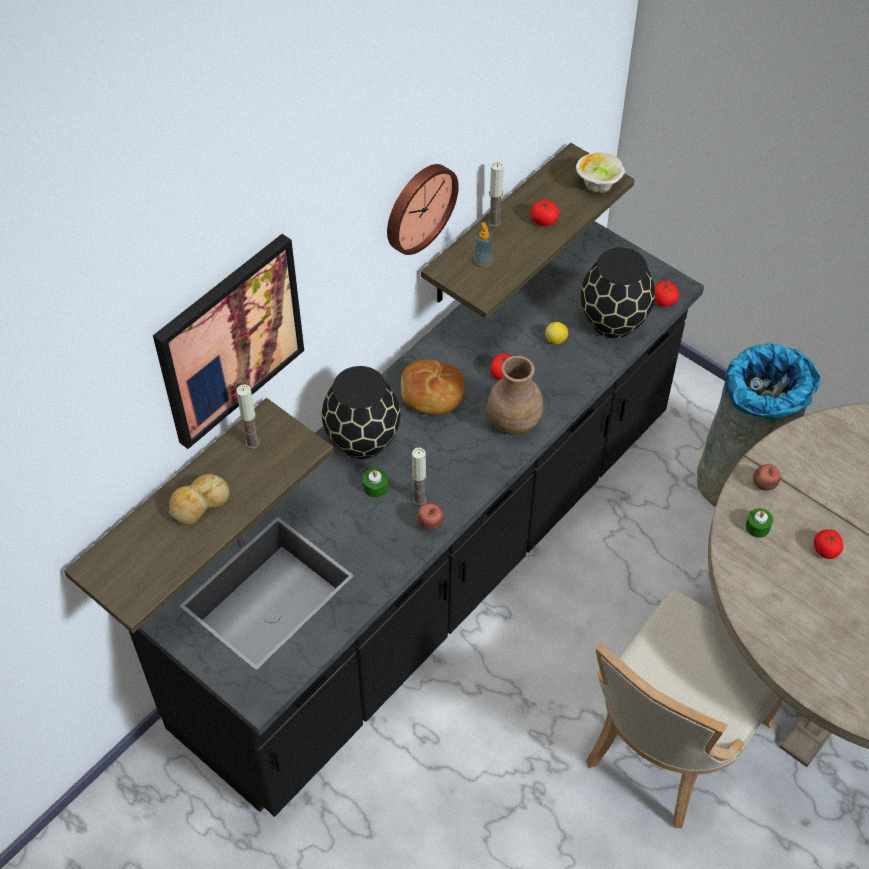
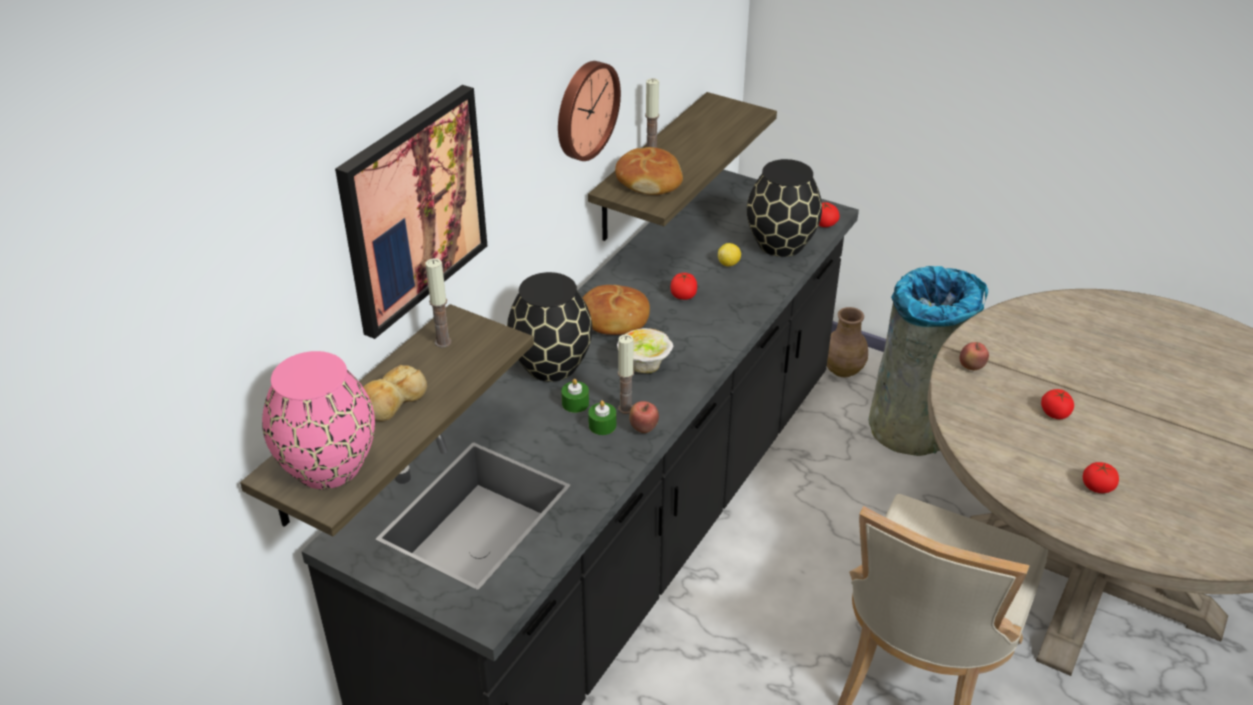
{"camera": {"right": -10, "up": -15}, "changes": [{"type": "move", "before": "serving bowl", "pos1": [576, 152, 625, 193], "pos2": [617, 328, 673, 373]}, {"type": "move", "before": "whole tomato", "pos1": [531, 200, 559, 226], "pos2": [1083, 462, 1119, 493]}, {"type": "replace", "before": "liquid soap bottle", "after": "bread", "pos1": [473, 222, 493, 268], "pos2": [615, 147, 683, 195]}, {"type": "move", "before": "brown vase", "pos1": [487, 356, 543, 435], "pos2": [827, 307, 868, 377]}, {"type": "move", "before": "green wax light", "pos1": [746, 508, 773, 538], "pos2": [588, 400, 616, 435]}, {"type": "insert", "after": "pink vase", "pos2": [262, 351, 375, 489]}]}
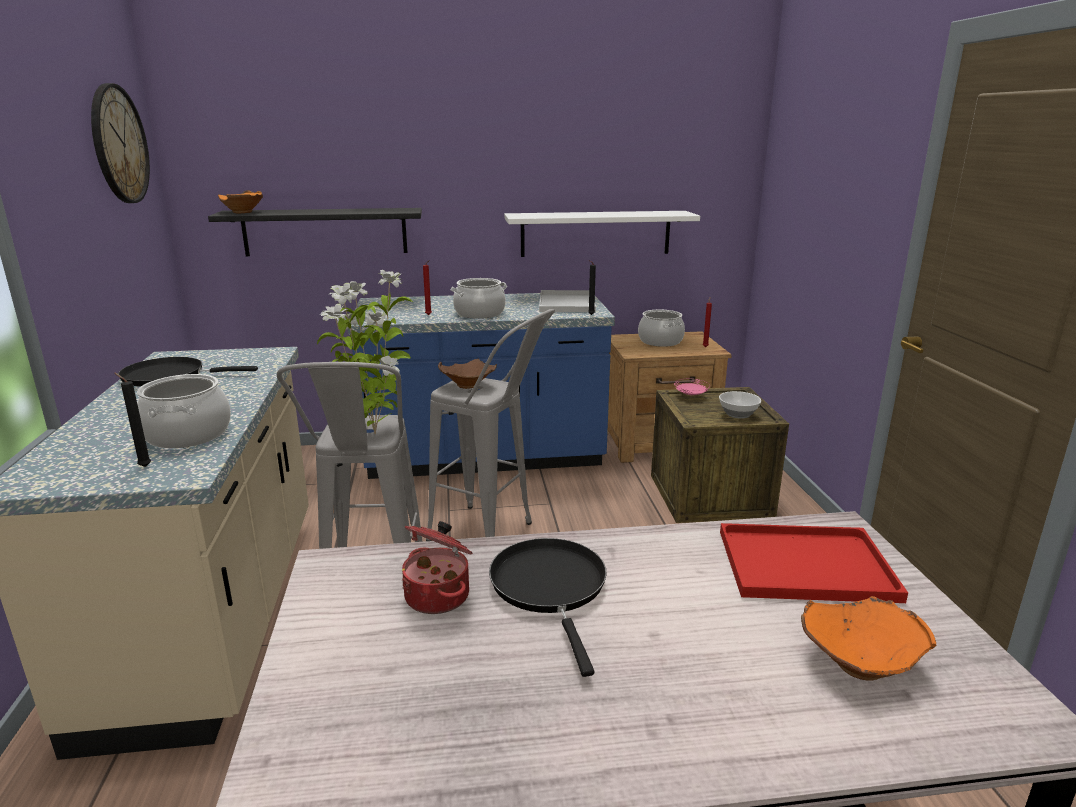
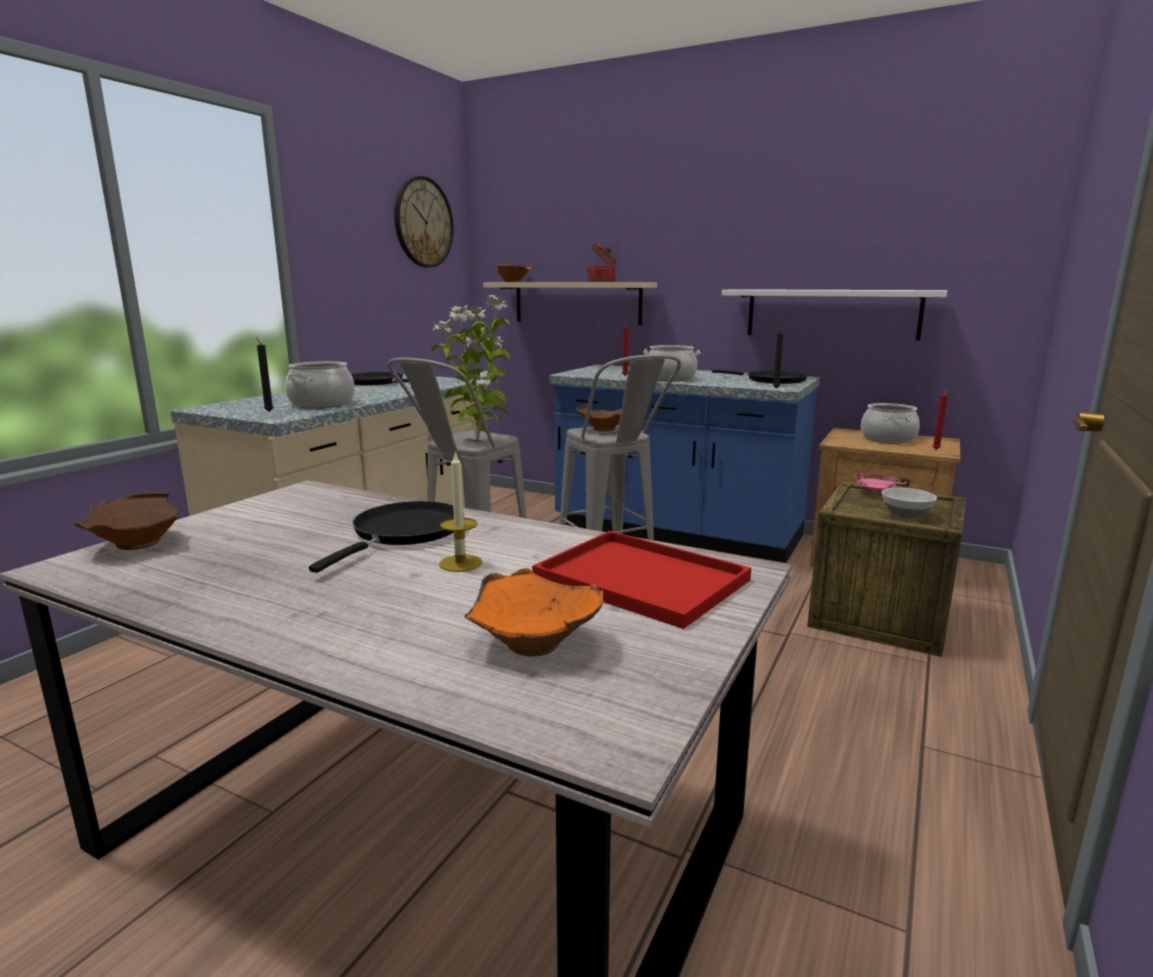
{"camera": {"right": 35, "up": -5}, "changes": [{"type": "recolor", "before": "black bracket shelf", "after": "beige-coloured bracket shelf", "pos1": [208, 208, 422, 256], "pos2": [483, 283, 657, 325]}, {"type": "replace", "before": "whitish tray", "after": "black frying pan", "pos1": [539, 290, 596, 312], "pos2": [712, 369, 808, 384]}, {"type": "move", "before": "saucepot", "pos1": [402, 521, 473, 614], "pos2": [587, 244, 616, 282]}, {"type": "insert", "after": "wax light", "pos2": [439, 451, 482, 572]}, {"type": "insert", "after": "brown serving bowl", "pos2": [74, 492, 180, 550]}]}
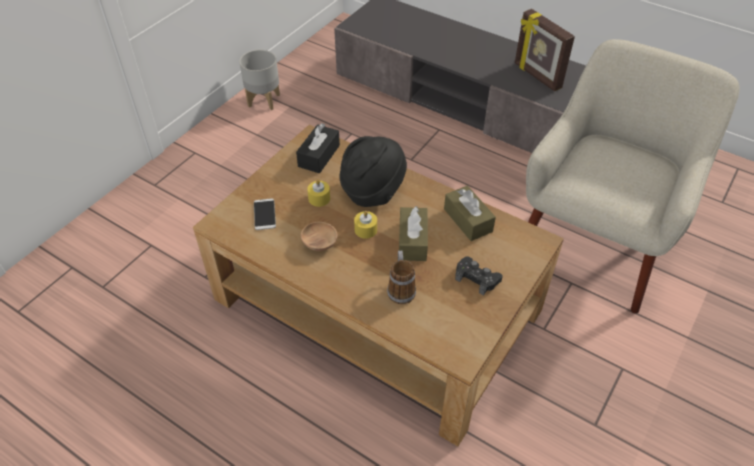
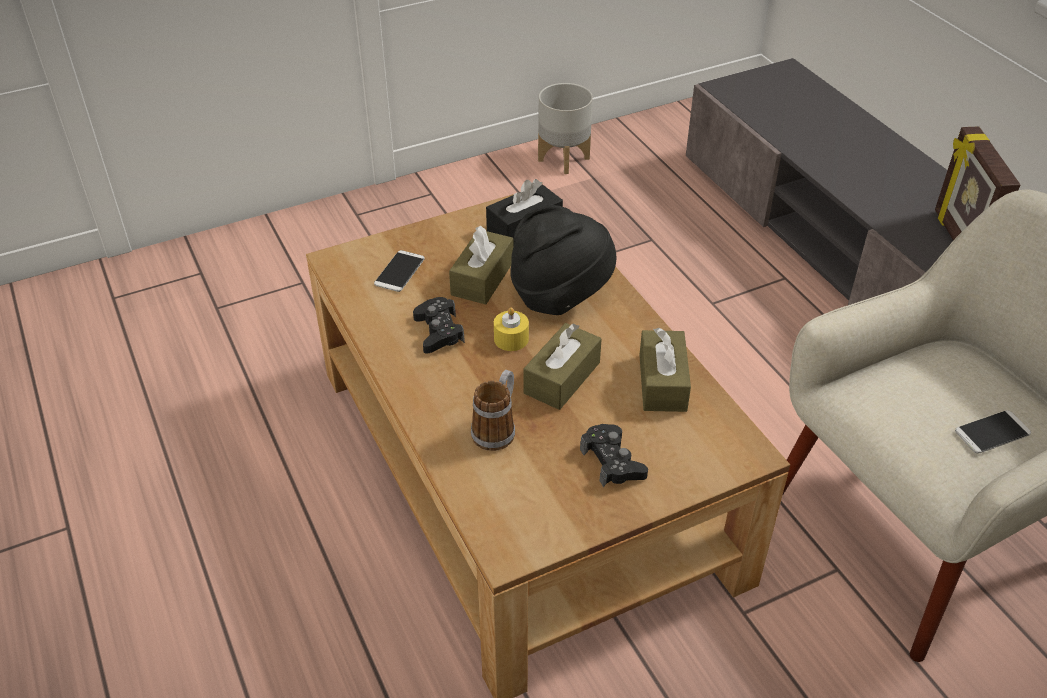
{"camera": {"right": 30, "up": -5}, "changes": [{"type": "replace", "before": "yellow-coloured wax light", "after": "brown tissue box", "pos1": [307, 179, 330, 207], "pos2": [449, 226, 513, 304]}, {"type": "replace", "before": "brown serving bowl", "after": "black gamepad", "pos1": [301, 222, 338, 251], "pos2": [413, 297, 465, 354]}, {"type": "insert", "after": "telephone", "pos2": [955, 410, 1031, 454]}]}
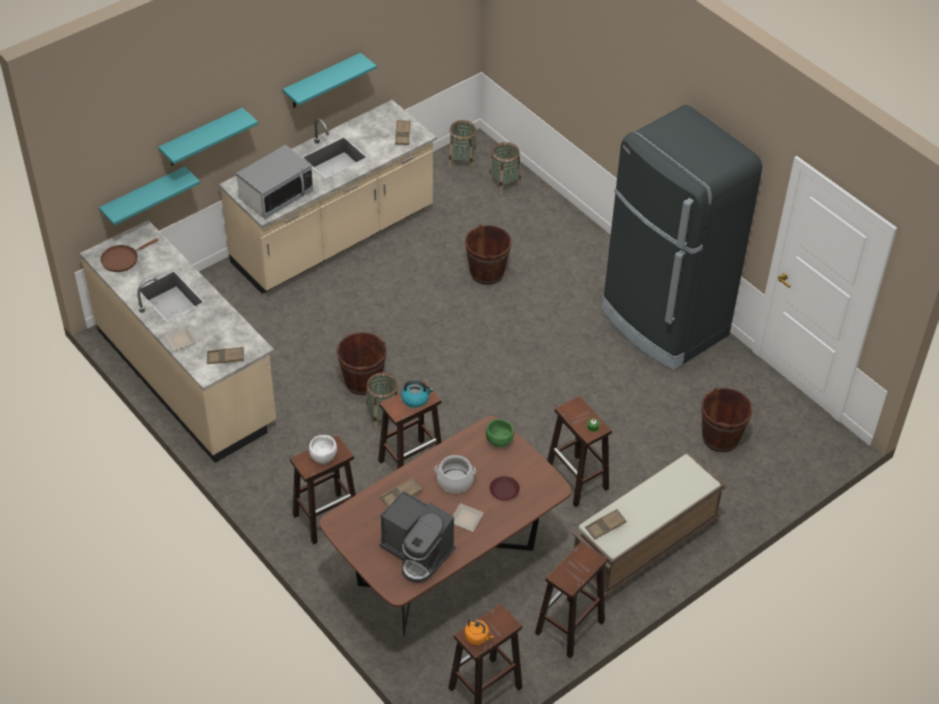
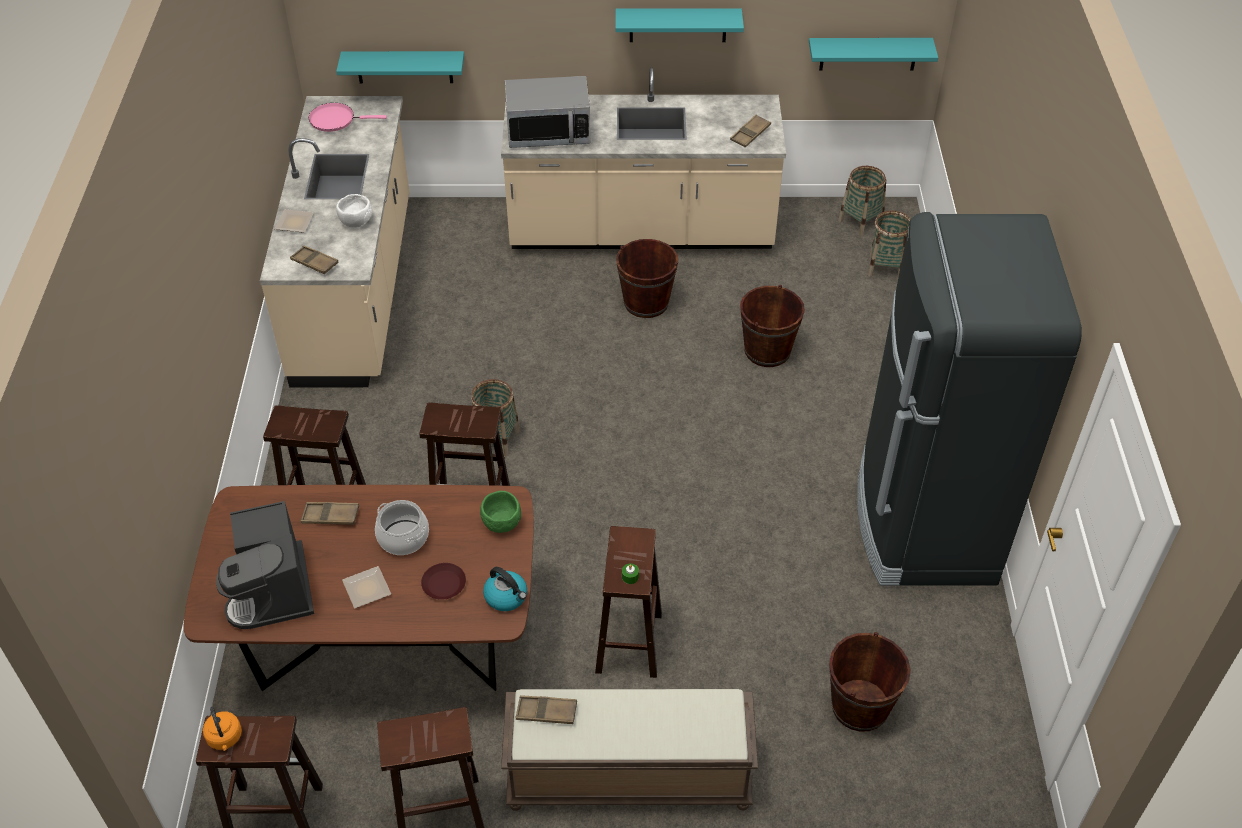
{"camera": {"right": 40, "up": 0}, "changes": [{"type": "move", "before": "blue-green bracket shelf", "pos1": [158, 107, 258, 165], "pos2": [809, 38, 938, 70]}, {"type": "recolor", "before": "brown frying pan", "after": "pink frying pan", "pos1": [101, 238, 159, 272], "pos2": [309, 103, 387, 132]}, {"type": "move", "before": "brown pail", "pos1": [337, 332, 387, 395], "pos2": [616, 239, 678, 318]}, {"type": "move", "before": "kettle", "pos1": [401, 380, 433, 408], "pos2": [483, 567, 527, 611]}, {"type": "move", "before": "whitish serving bowl", "pos1": [309, 435, 337, 464], "pos2": [336, 194, 372, 228]}]}
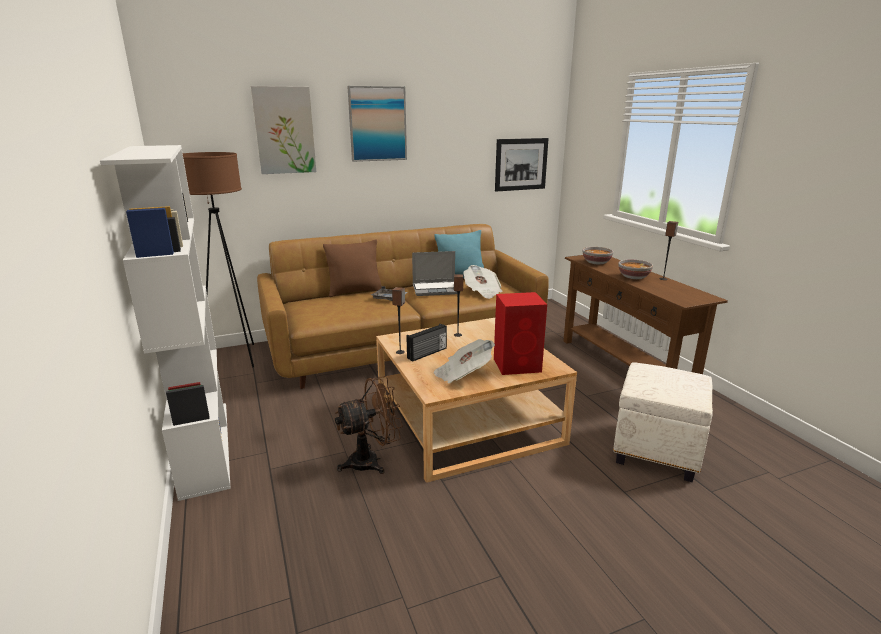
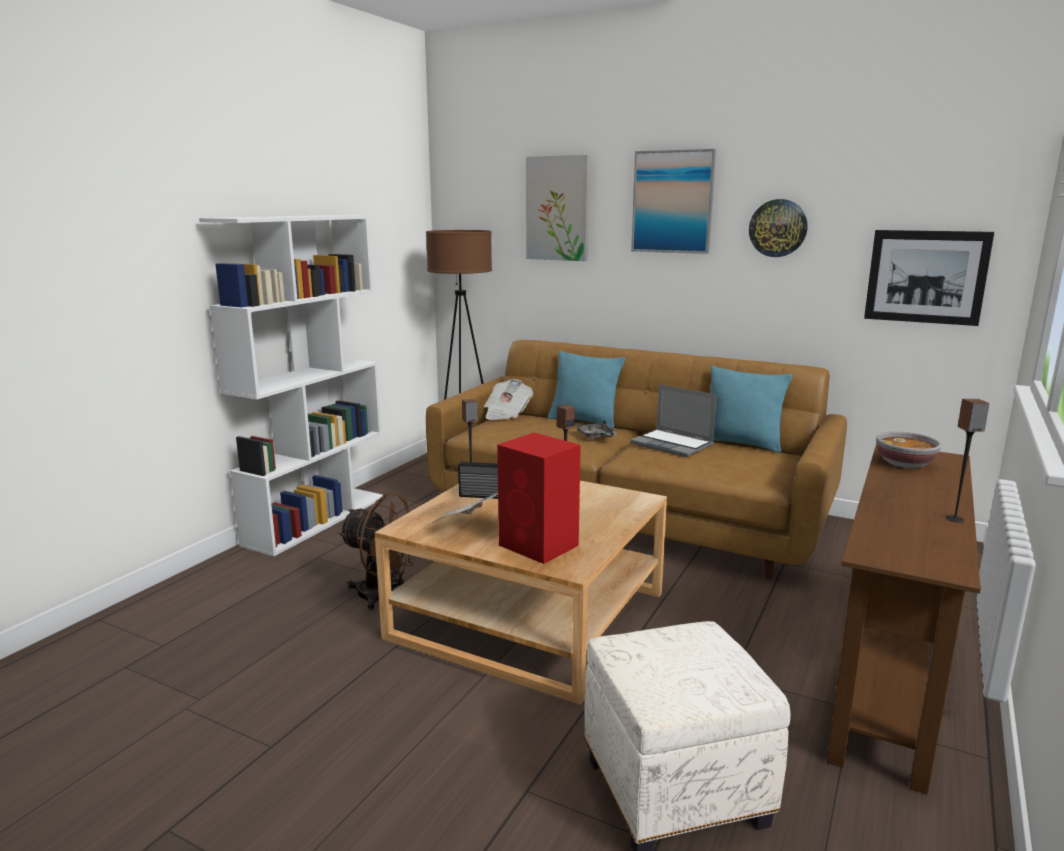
{"camera": {"right": 50, "up": -5}, "changes": [{"type": "recolor", "before": "brown cushion", "after": "blue-green cushion", "pos1": [323, 240, 382, 297], "pos2": [548, 351, 625, 429]}, {"type": "delete", "before": "serving bowl", "pos1": [618, 259, 653, 279]}, {"type": "move", "before": "newspaper", "pos1": [463, 265, 502, 299], "pos2": [483, 379, 533, 420]}, {"type": "insert", "after": "clock on the wall", "pos2": [749, 199, 807, 257]}]}
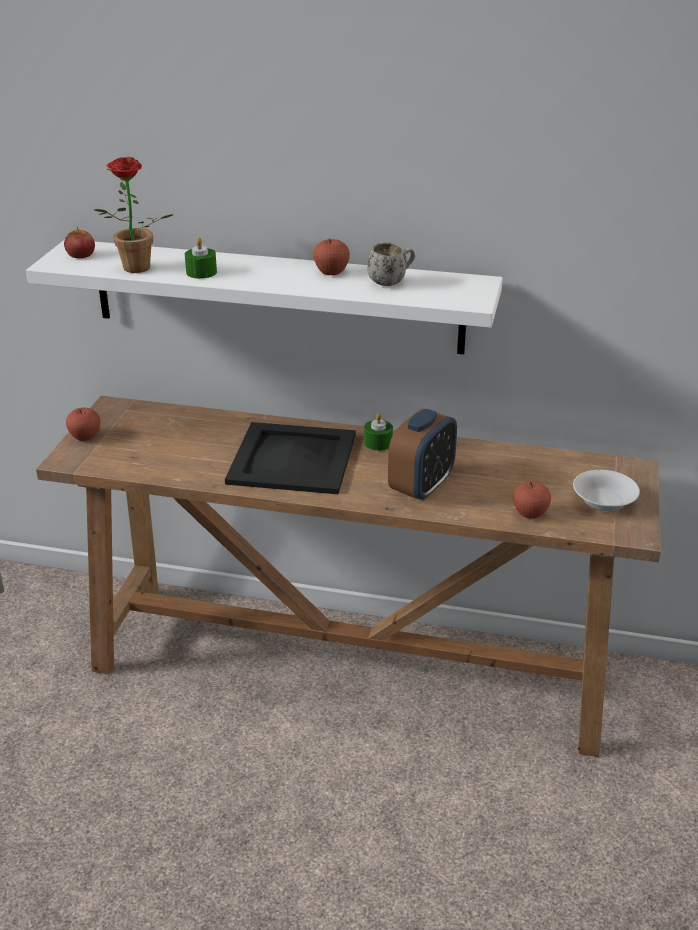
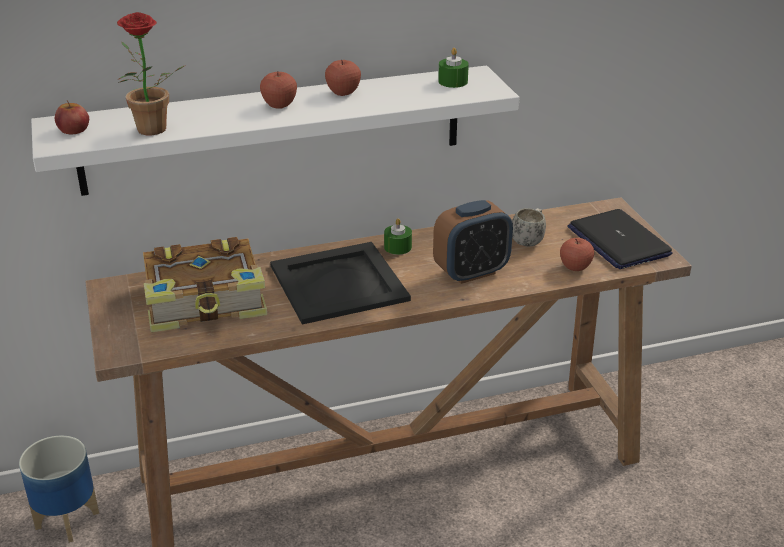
{"camera": {"right": -30, "up": 0}, "changes": [{"type": "move", "before": "green wax light", "pos1": [185, 237, 217, 279], "pos2": [438, 48, 469, 88]}, {"type": "move", "before": "whitish tea mug", "pos1": [367, 243, 415, 286], "pos2": [512, 208, 546, 247]}, {"type": "move", "before": "whole apple", "pos1": [66, 408, 100, 441], "pos2": [260, 72, 297, 109]}, {"type": "rotate", "before": "bedside clock", "pos1": [388, 408, 457, 501], "pos2": [433, 200, 513, 284], "turn": 60}, {"type": "replace", "before": "whitish serving bowl", "after": "laptop", "pos1": [573, 470, 640, 511], "pos2": [567, 209, 673, 269]}, {"type": "insert", "after": "volume", "pos2": [143, 237, 267, 332]}, {"type": "insert", "after": "plant pot", "pos2": [19, 435, 99, 543]}]}
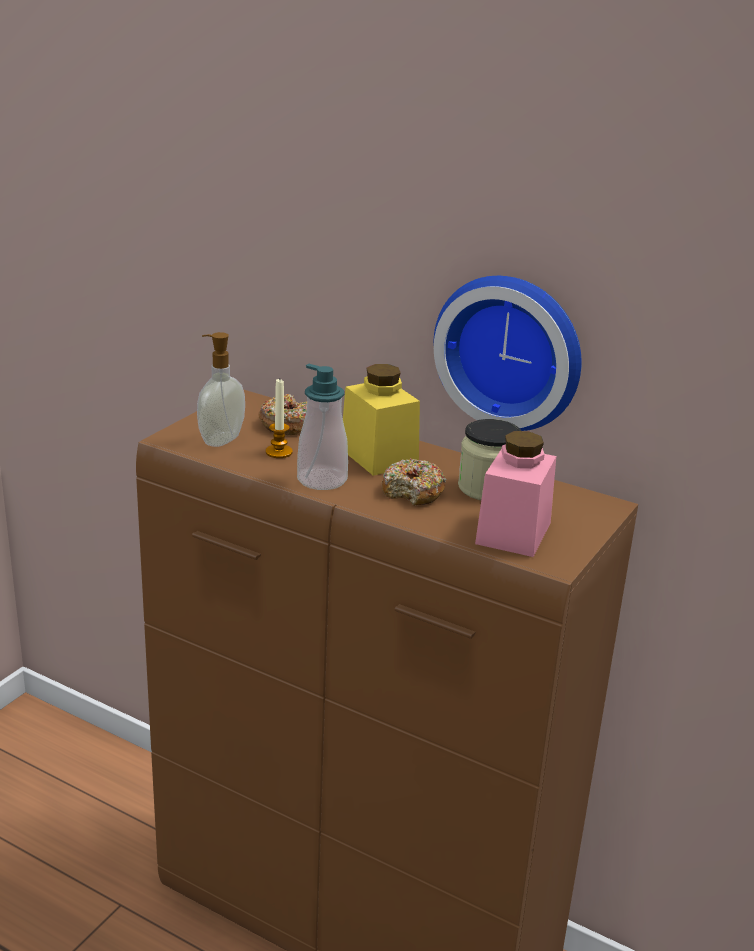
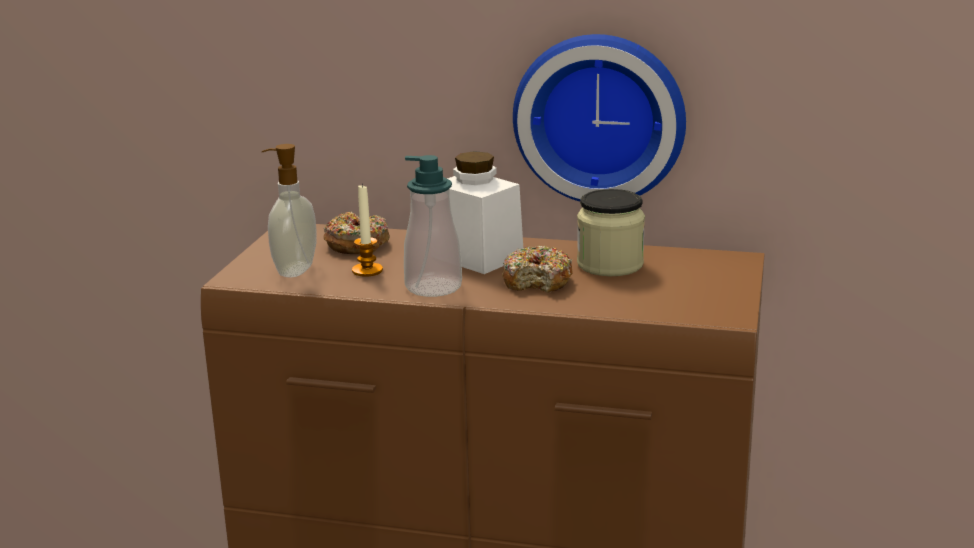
{"camera": {"right": -15, "up": -5}, "changes": [{"type": "recolor", "before": "yellow-coloured storage jar", "after": "whitish storage jar", "pos1": [343, 364, 420, 476], "pos2": [447, 151, 523, 274]}, {"type": "delete", "before": "pink storage jar", "pos1": [475, 431, 556, 557]}]}
